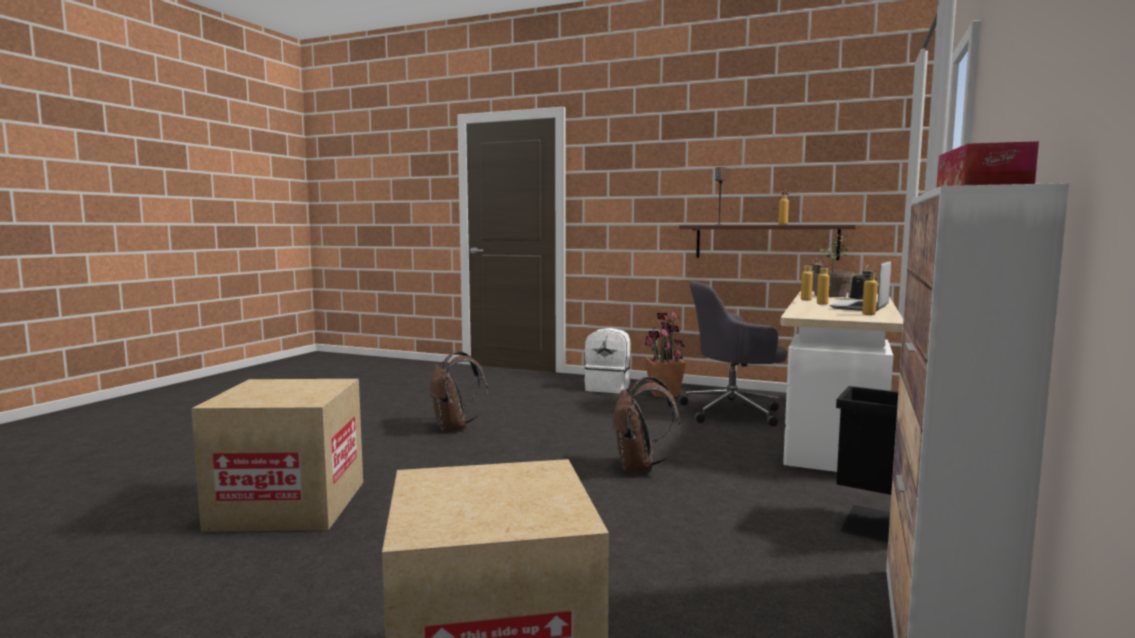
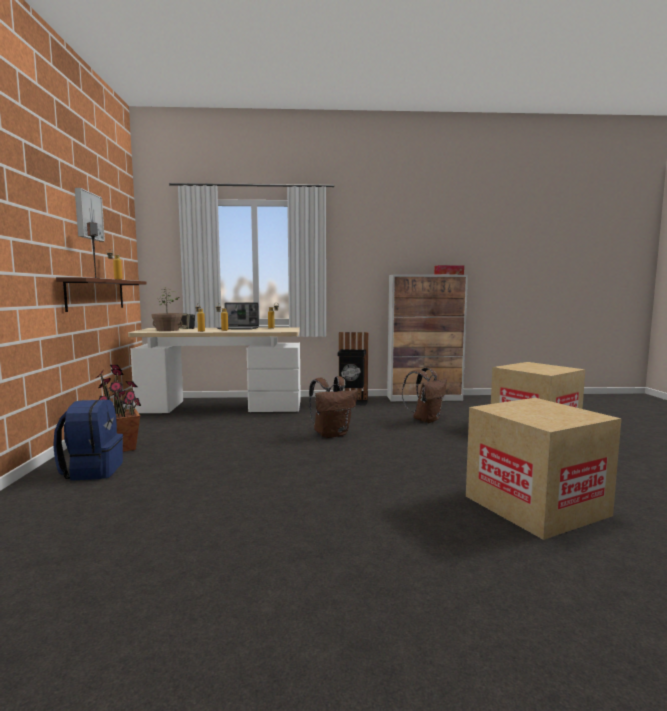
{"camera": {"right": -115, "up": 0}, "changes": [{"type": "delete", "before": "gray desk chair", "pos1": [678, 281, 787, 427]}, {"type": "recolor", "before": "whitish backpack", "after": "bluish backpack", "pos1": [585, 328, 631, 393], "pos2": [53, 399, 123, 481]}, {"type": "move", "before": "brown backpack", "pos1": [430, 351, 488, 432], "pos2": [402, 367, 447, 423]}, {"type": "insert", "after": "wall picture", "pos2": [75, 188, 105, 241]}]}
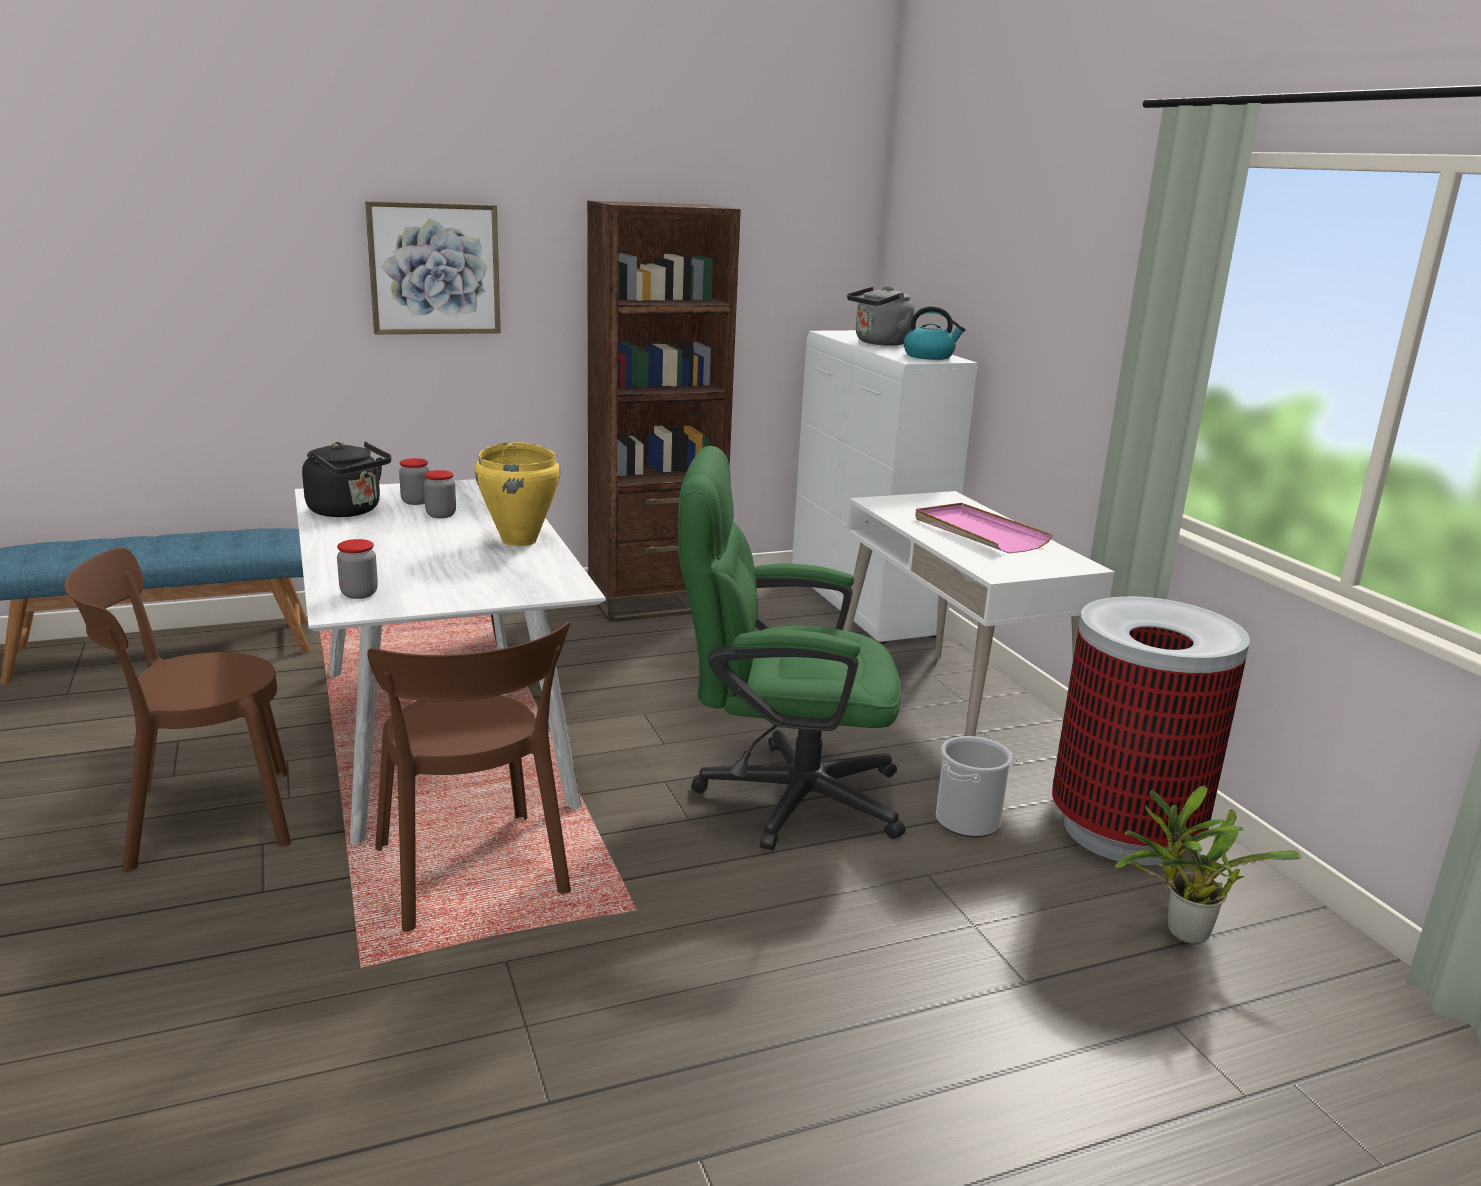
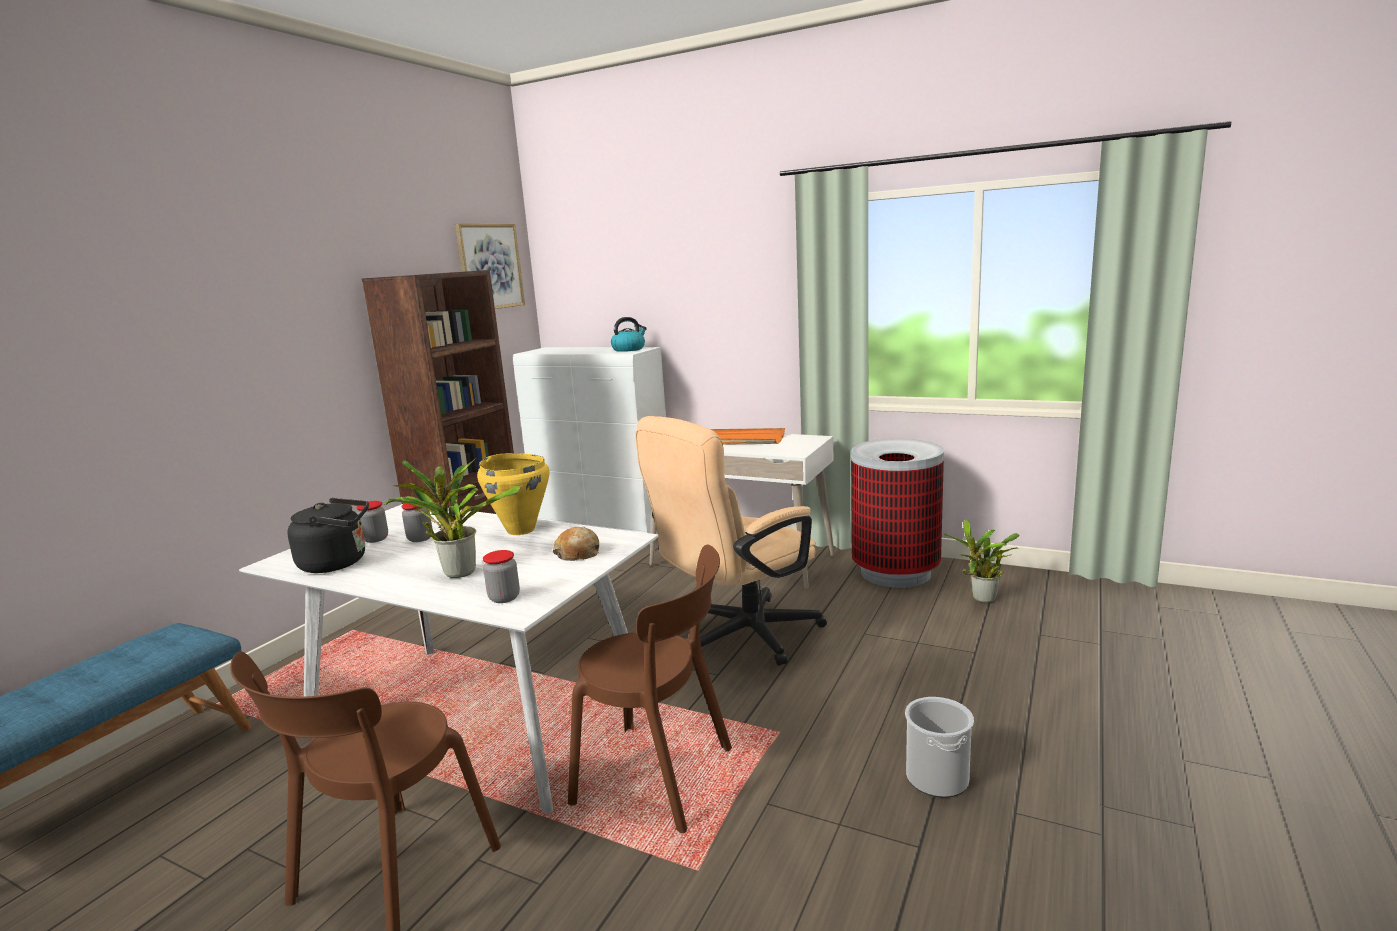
{"camera": {"right": -40, "up": -5}, "changes": [{"type": "move", "before": "wall picture", "pos1": [365, 201, 501, 334], "pos2": [455, 224, 525, 309]}, {"type": "delete", "before": "gray kettle", "pos1": [847, 286, 915, 346]}, {"type": "recolor", "before": "green desk chair", "after": "beige-coloured desk chair", "pos1": [678, 446, 905, 851], "pos2": [635, 416, 827, 666]}, {"type": "recolor", "before": "pink tray", "after": "orangey tray", "pos1": [915, 503, 1053, 553], "pos2": [711, 428, 785, 445]}, {"type": "move", "before": "pail", "pos1": [936, 736, 1013, 837], "pos2": [905, 697, 974, 798]}, {"type": "insert", "after": "plant in a pot", "pos2": [384, 458, 521, 578]}, {"type": "insert", "after": "bread", "pos2": [553, 527, 599, 561]}]}
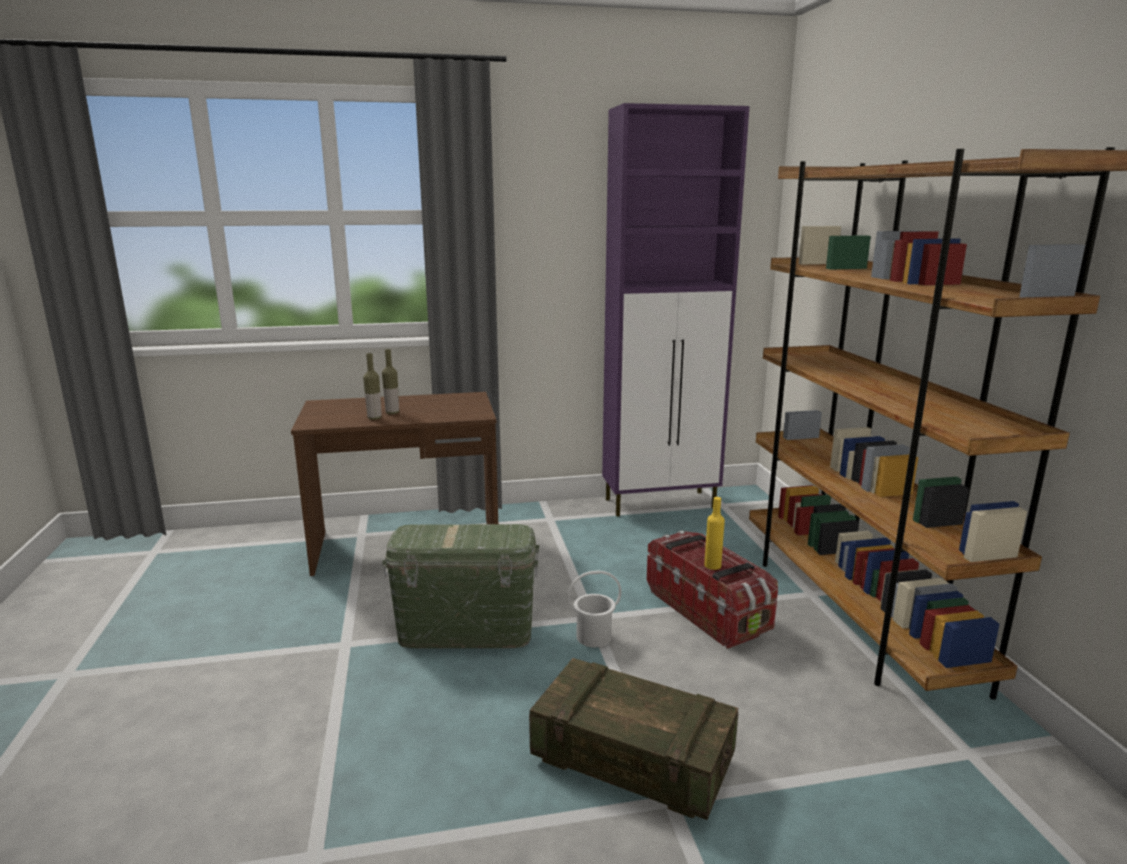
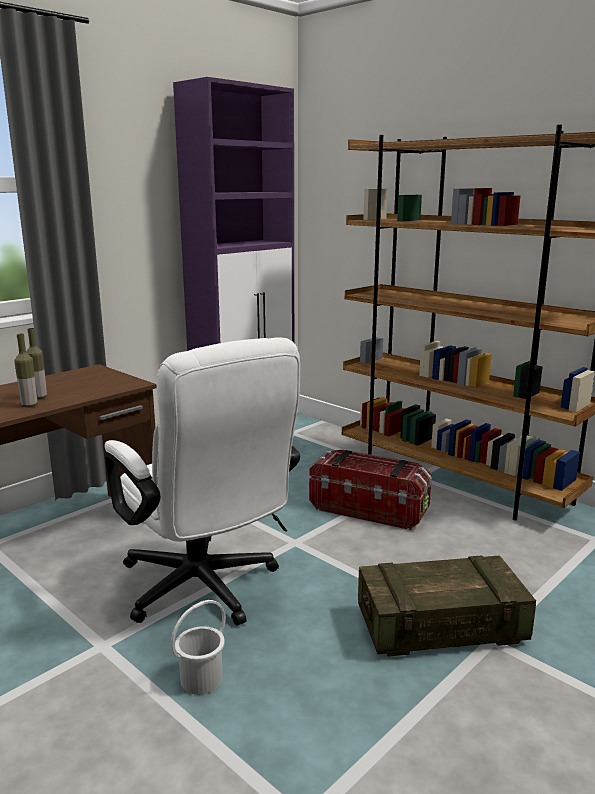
{"camera": {"right": -35, "up": 0}, "changes": [{"type": "delete", "before": "yellow-coloured drink bottle", "pos1": [704, 497, 725, 570]}, {"type": "replace", "before": "green storage box", "after": "whitish desk chair", "pos1": [382, 524, 539, 648], "pos2": [104, 337, 300, 625]}, {"type": "move", "before": "whitish pail", "pos1": [568, 570, 621, 648], "pos2": [171, 600, 226, 695]}]}
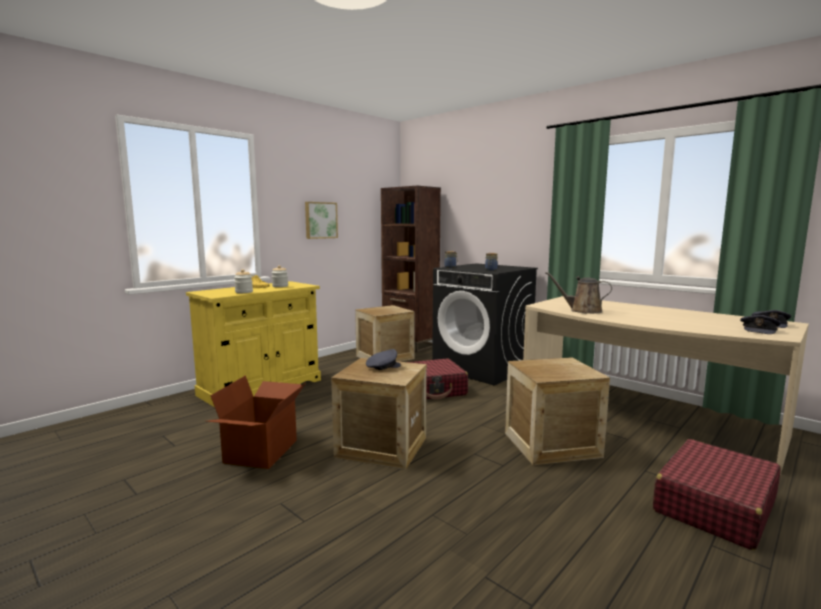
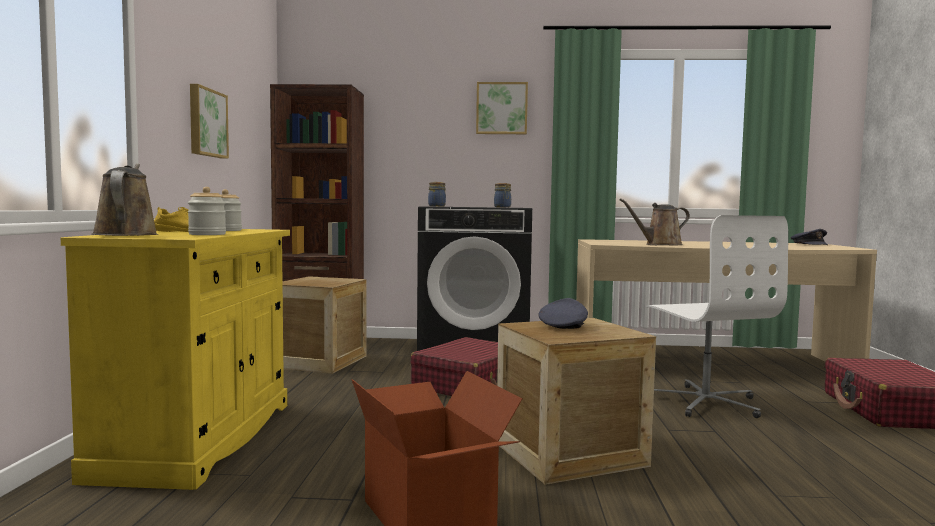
{"camera": {"right": -40, "up": -5}, "changes": [{"type": "delete", "before": "gray peaked cap", "pos1": [740, 315, 781, 334]}, {"type": "replace", "before": "shipping crate", "after": "whitish desk chair", "pos1": [505, 357, 610, 465], "pos2": [646, 215, 788, 418]}, {"type": "insert", "after": "wall picture", "pos2": [476, 82, 528, 134]}, {"type": "insert", "after": "brown watering pot", "pos2": [91, 164, 158, 236]}]}
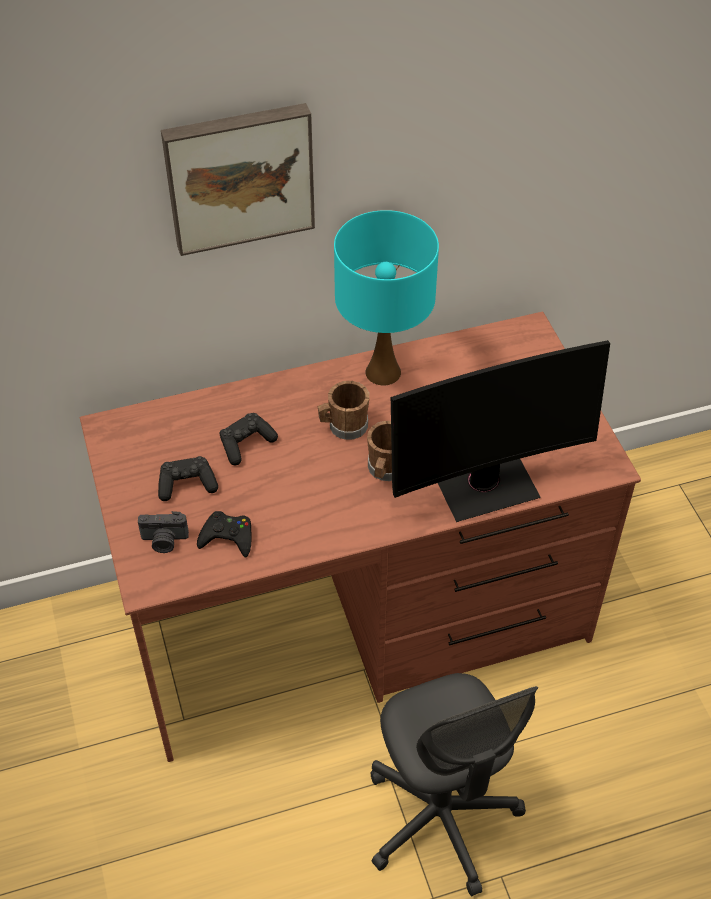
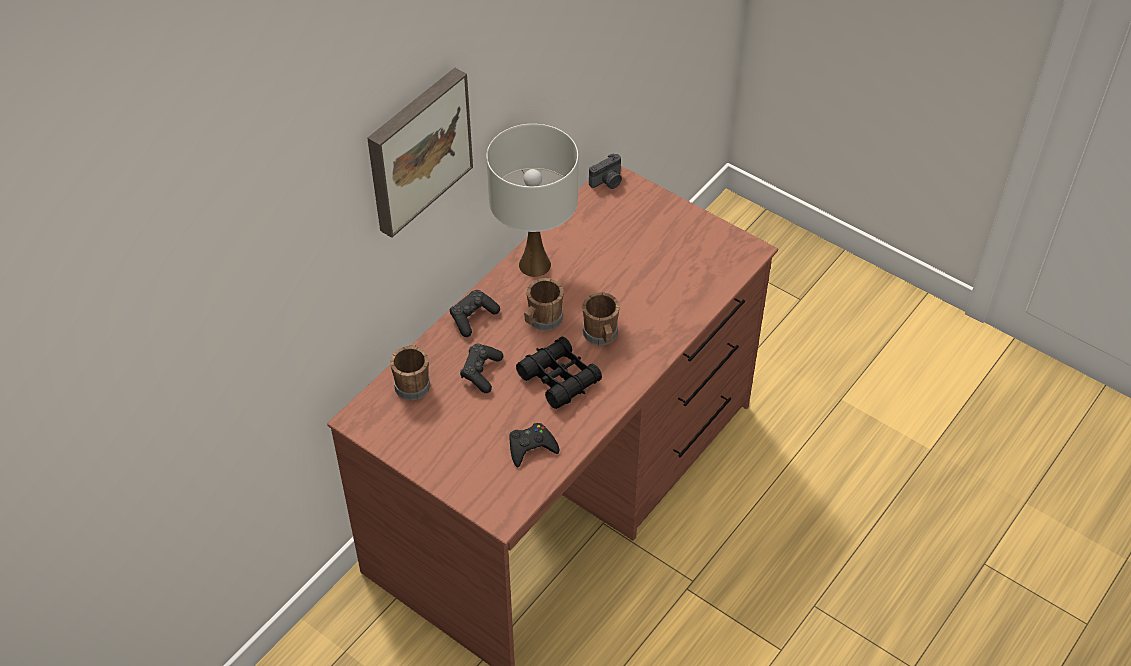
{"camera": {"right": -35, "up": 0}, "changes": [{"type": "recolor", "before": "blue-green lamp for a table", "after": "whitish lamp for a table", "pos1": [334, 210, 439, 385], "pos2": [486, 124, 578, 277]}, {"type": "delete", "before": "monitor", "pos1": [391, 340, 610, 522]}, {"type": "move", "before": "black gamepad", "pos1": [158, 456, 218, 501], "pos2": [450, 290, 500, 337]}, {"type": "move", "before": "still camera", "pos1": [138, 511, 189, 553], "pos2": [589, 154, 622, 189]}, {"type": "delete", "before": "gray desk chair", "pos1": [371, 673, 538, 896]}, {"type": "insert", "after": "black field glasses", "pos2": [516, 337, 602, 409]}, {"type": "insert", "after": "brown tea mug", "pos2": [390, 345, 430, 400]}]}
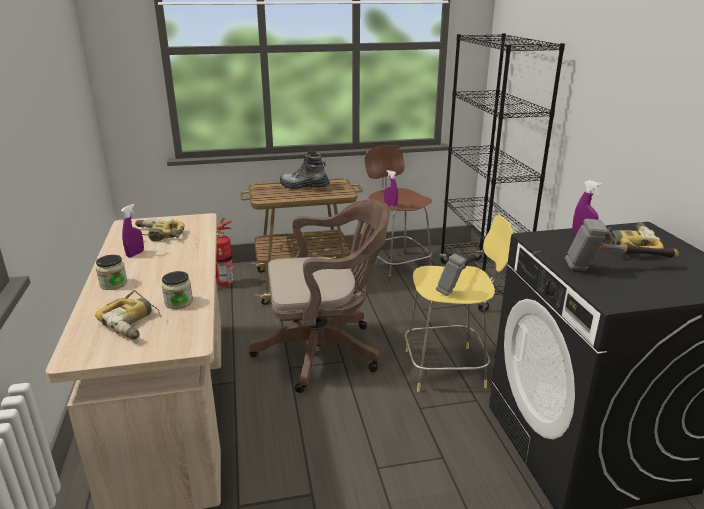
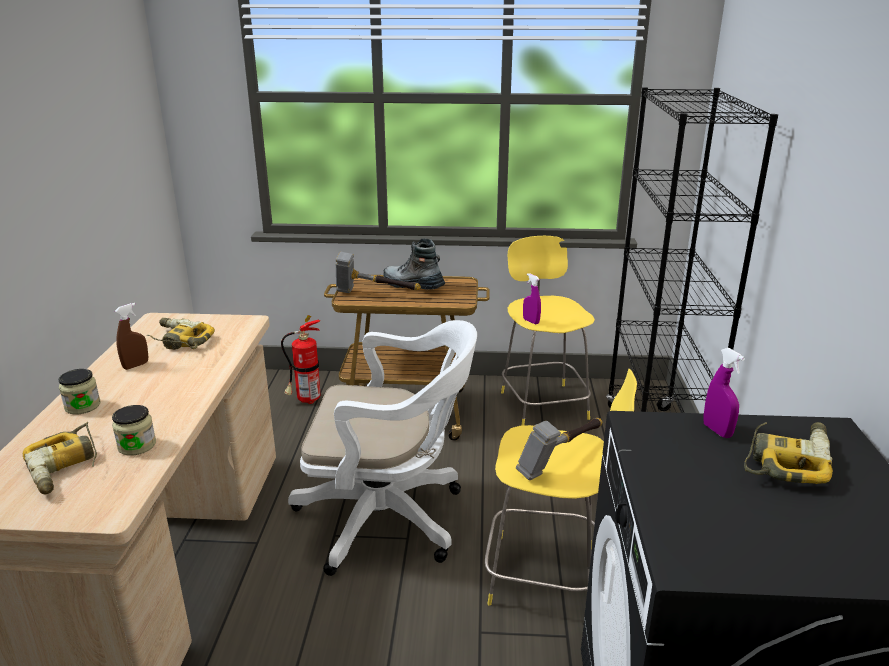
{"camera": {"right": 15, "up": 0}, "changes": [{"type": "recolor", "before": "brown stool seat", "after": "yellow-coloured stool seat", "pos1": [365, 145, 432, 283], "pos2": [501, 236, 595, 426]}, {"type": "recolor", "before": "brown desk chair", "after": "whitish desk chair", "pos1": [249, 200, 390, 393], "pos2": [288, 320, 477, 576]}, {"type": "recolor", "before": "purple sprayer", "after": "brown sprayer", "pos1": [121, 204, 144, 258], "pos2": [115, 303, 148, 370]}, {"type": "move", "before": "hammer", "pos1": [565, 219, 679, 271], "pos2": [335, 252, 421, 293]}]}
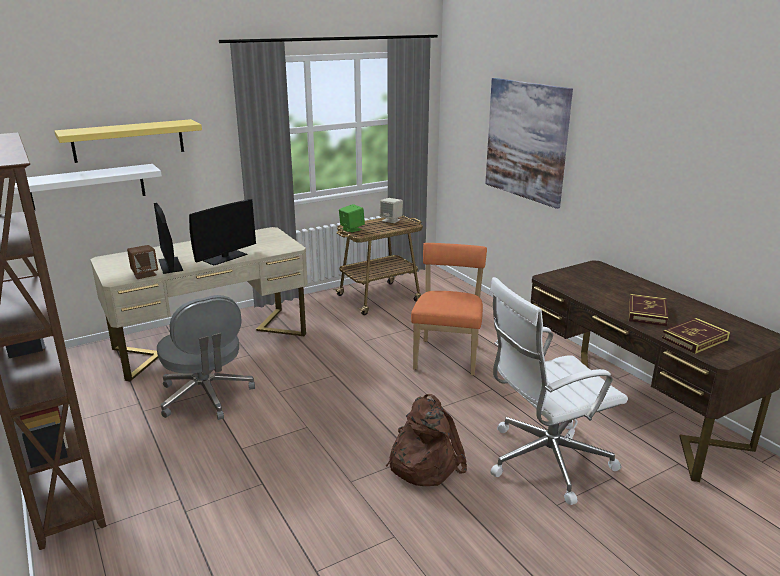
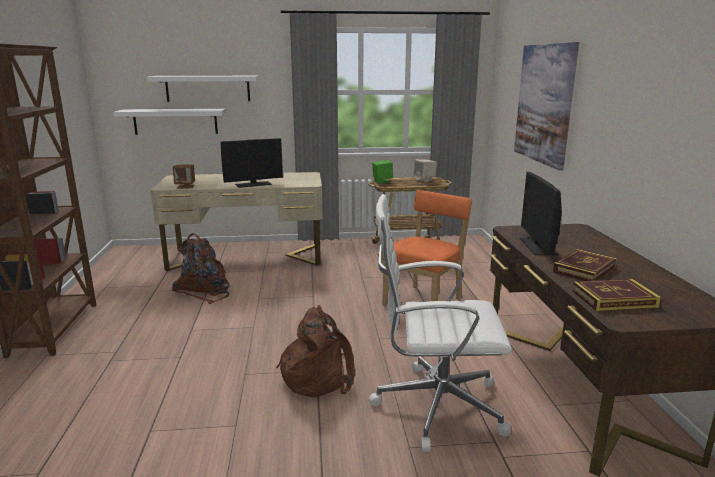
{"camera": {"right": 25, "up": -5}, "changes": [{"type": "recolor", "before": "yellow-coloured bracket shelf", "after": "whitish bracket shelf", "pos1": [54, 119, 202, 163], "pos2": [147, 76, 258, 102]}, {"type": "move", "before": "monitor", "pos1": [154, 203, 183, 274], "pos2": [520, 172, 562, 255]}, {"type": "replace", "before": "gray desk chair", "after": "brown backpack", "pos1": [157, 295, 255, 420], "pos2": [172, 233, 230, 304]}]}
